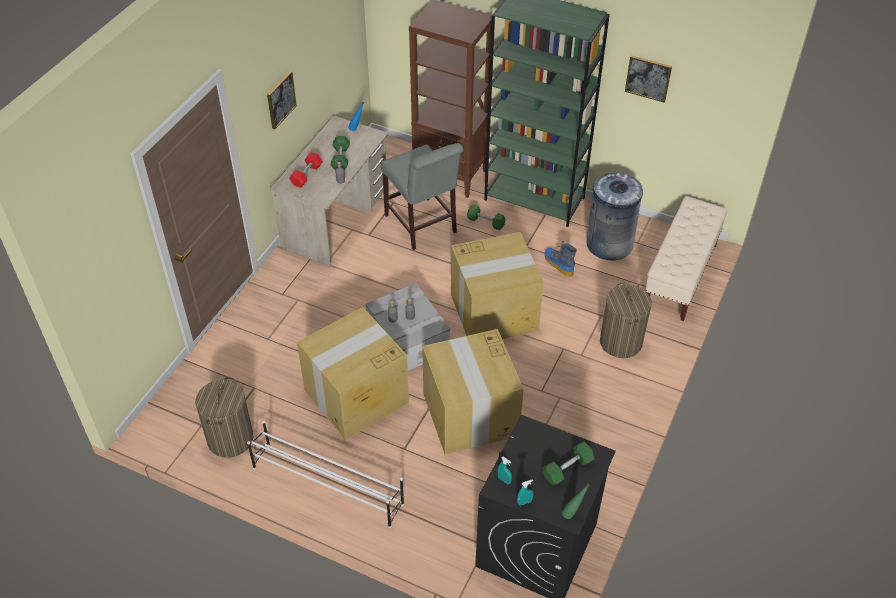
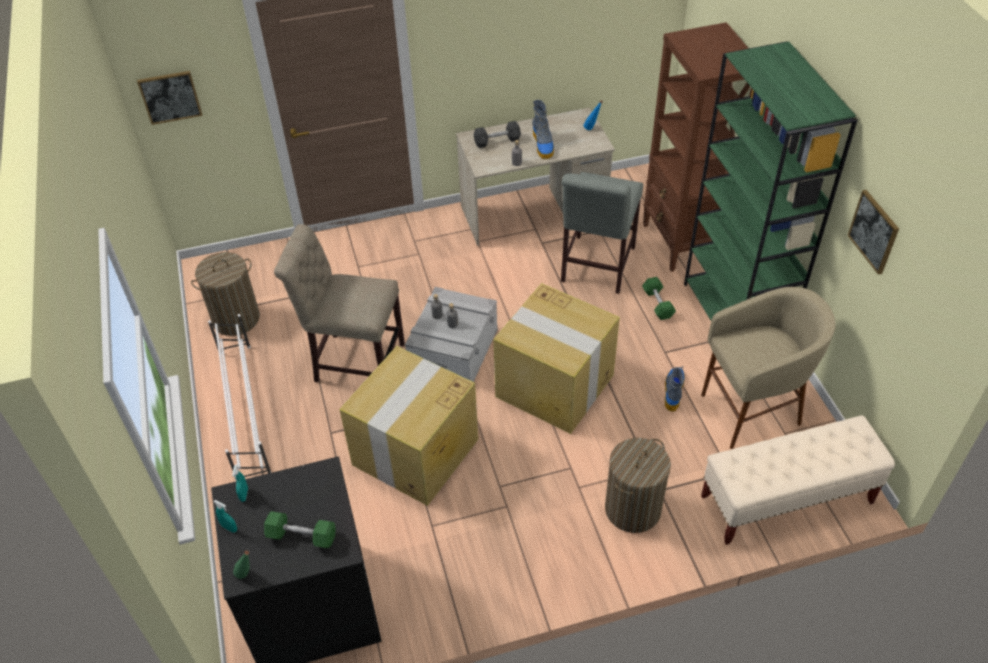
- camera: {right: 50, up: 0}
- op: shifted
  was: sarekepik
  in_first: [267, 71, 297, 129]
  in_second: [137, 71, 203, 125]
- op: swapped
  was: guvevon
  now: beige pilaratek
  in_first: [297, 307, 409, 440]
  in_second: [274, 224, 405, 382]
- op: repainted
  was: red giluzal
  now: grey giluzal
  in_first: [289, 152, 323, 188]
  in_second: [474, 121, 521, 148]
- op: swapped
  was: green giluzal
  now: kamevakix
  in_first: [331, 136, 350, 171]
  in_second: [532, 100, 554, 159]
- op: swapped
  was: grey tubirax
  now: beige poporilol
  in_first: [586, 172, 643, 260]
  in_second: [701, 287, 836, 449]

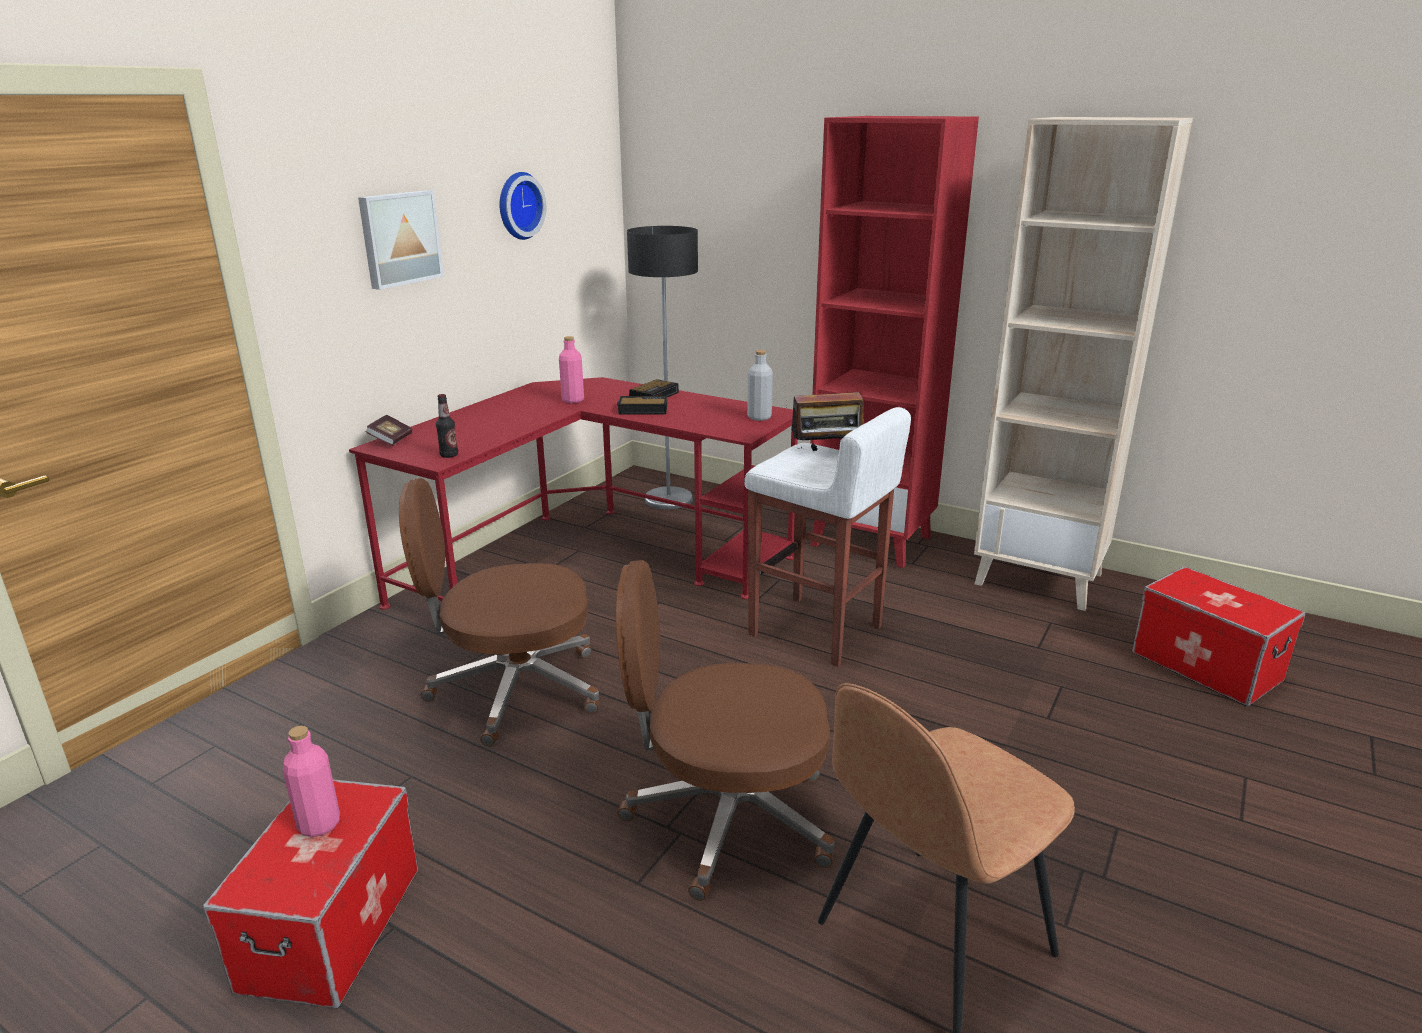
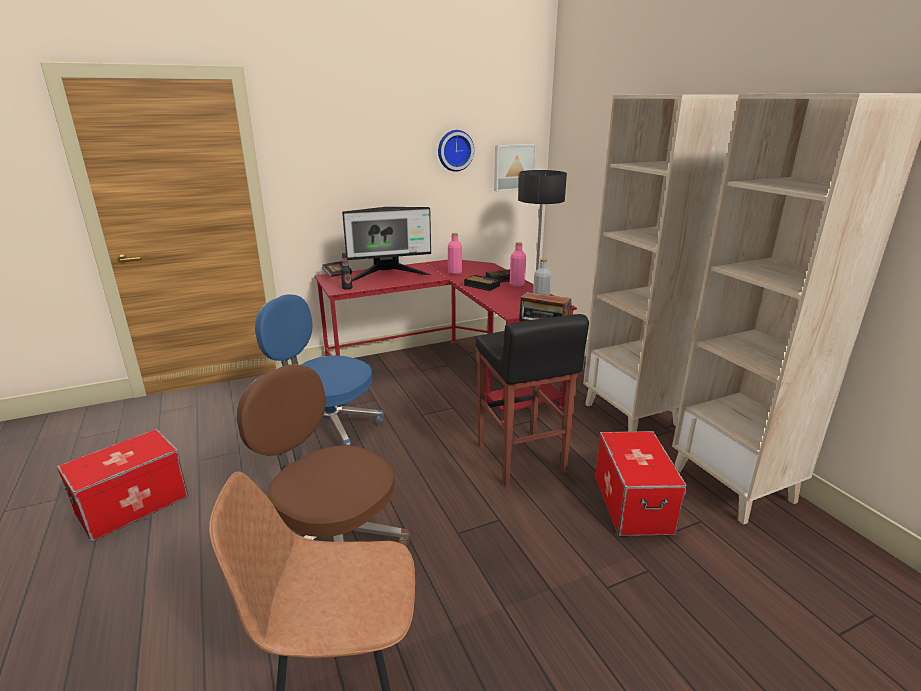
- camera: {right: 35, up: 0}
- op: repainted
  was: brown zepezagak
  now: blue zepezagak
  in_first: [399, 478, 599, 747]
  in_second: [255, 294, 384, 446]
- op: new
  now: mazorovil
  in_second: [342, 207, 433, 281]
- op: repainted
  was: white poporilol
  now: black poporilol
  in_first: [744, 407, 911, 667]
  in_second: [476, 314, 589, 487]
- op: shifted
  was: sarekepik
  in_first: [358, 190, 444, 290]
  in_second: [494, 144, 536, 192]
- op: shifted
  was: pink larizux
  in_first: [282, 726, 340, 837]
  in_second: [510, 242, 526, 287]
- op: repainted
  was: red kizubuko
  now: beige kizubuko
  in_first: [807, 116, 979, 568]
  in_second: [583, 94, 738, 431]
- op: shifted
  was: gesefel
  in_first: [1132, 567, 1306, 706]
  in_second: [595, 431, 687, 536]

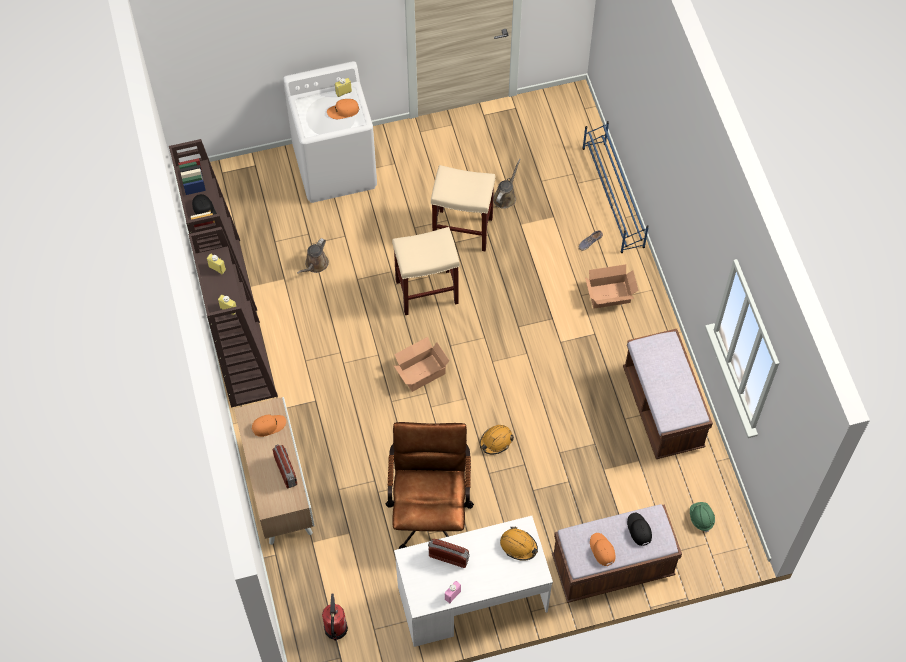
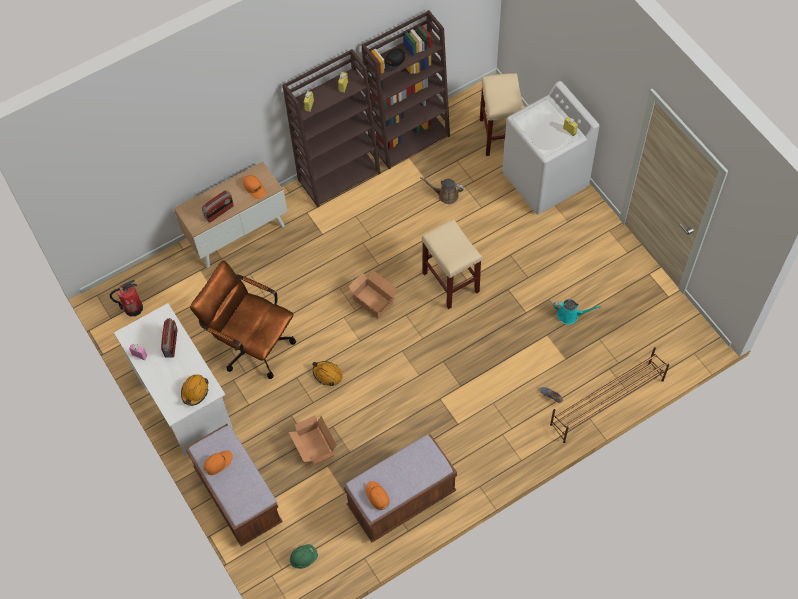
- camera: {right: 75, up: 0}
- op: rotated
  was: brown zepezagak
  in_first: [386, 422, 474, 549]
  in_second: [190, 260, 296, 379]
  clockwise: -135
- op: shifted
  was: guvevon
  in_first: [585, 264, 639, 309]
  in_second: [289, 415, 337, 466]
- op: shifted
  was: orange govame
  in_first: [327, 99, 360, 119]
  in_second: [365, 481, 390, 510]
- op: shifted
  was: beige poporilol
  in_first: [431, 165, 495, 251]
  in_second: [480, 73, 524, 156]
- op: repainted
  was: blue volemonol
  now: brown volemonol
  in_first: [582, 121, 649, 253]
  in_second: [550, 347, 670, 443]
- op: repainted
  was: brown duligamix
  now: turquoise duligamix
  in_first: [493, 159, 521, 209]
  in_second: [553, 299, 601, 324]
- op: gone
  was: black govame
  in_first: [627, 513, 652, 546]

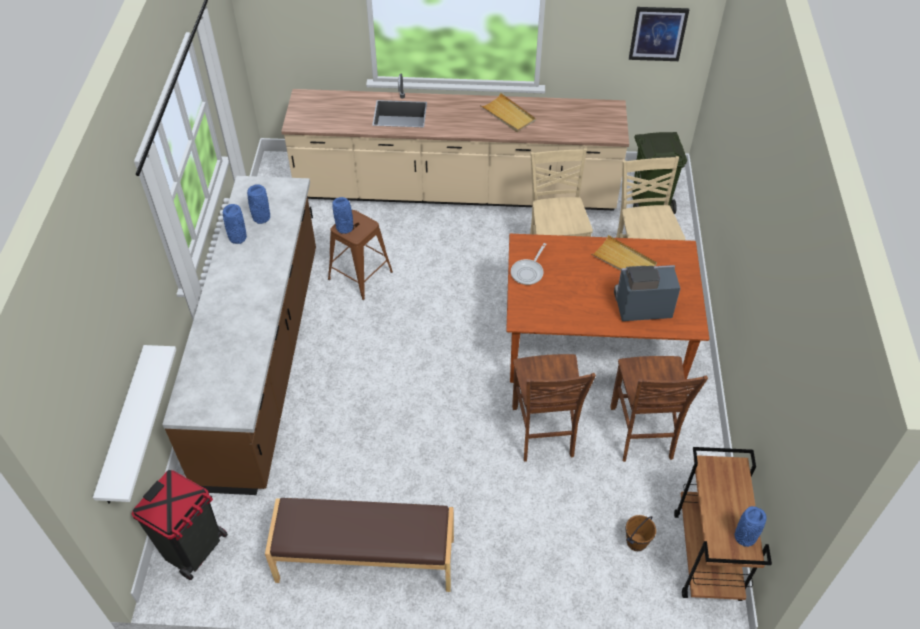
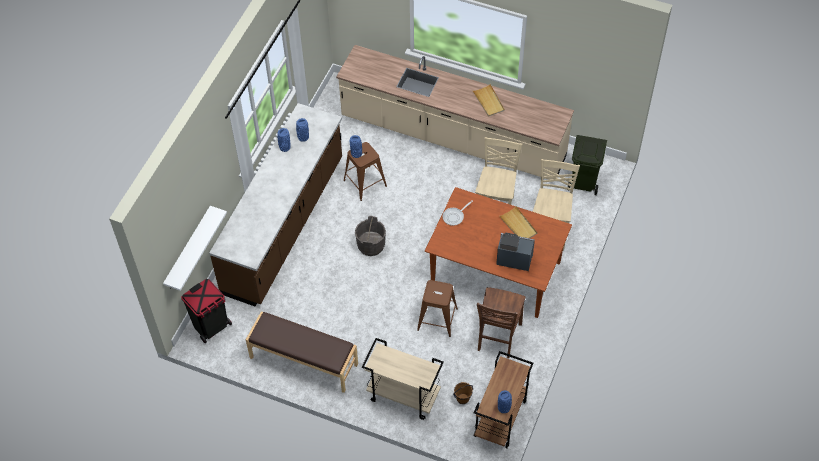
- camera: {right: 20, up: 5}
- op: new
  now: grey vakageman
  in_second: [355, 216, 386, 256]
- op: new
  now: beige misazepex
  in_second: [362, 338, 444, 420]
- op: swapped
  was: brown pilaratek
  now: brown poporilol
  in_first: [512, 354, 596, 462]
  in_second: [417, 280, 458, 337]
- op: gone
  was: sarekepik
  in_first: [629, 7, 689, 61]

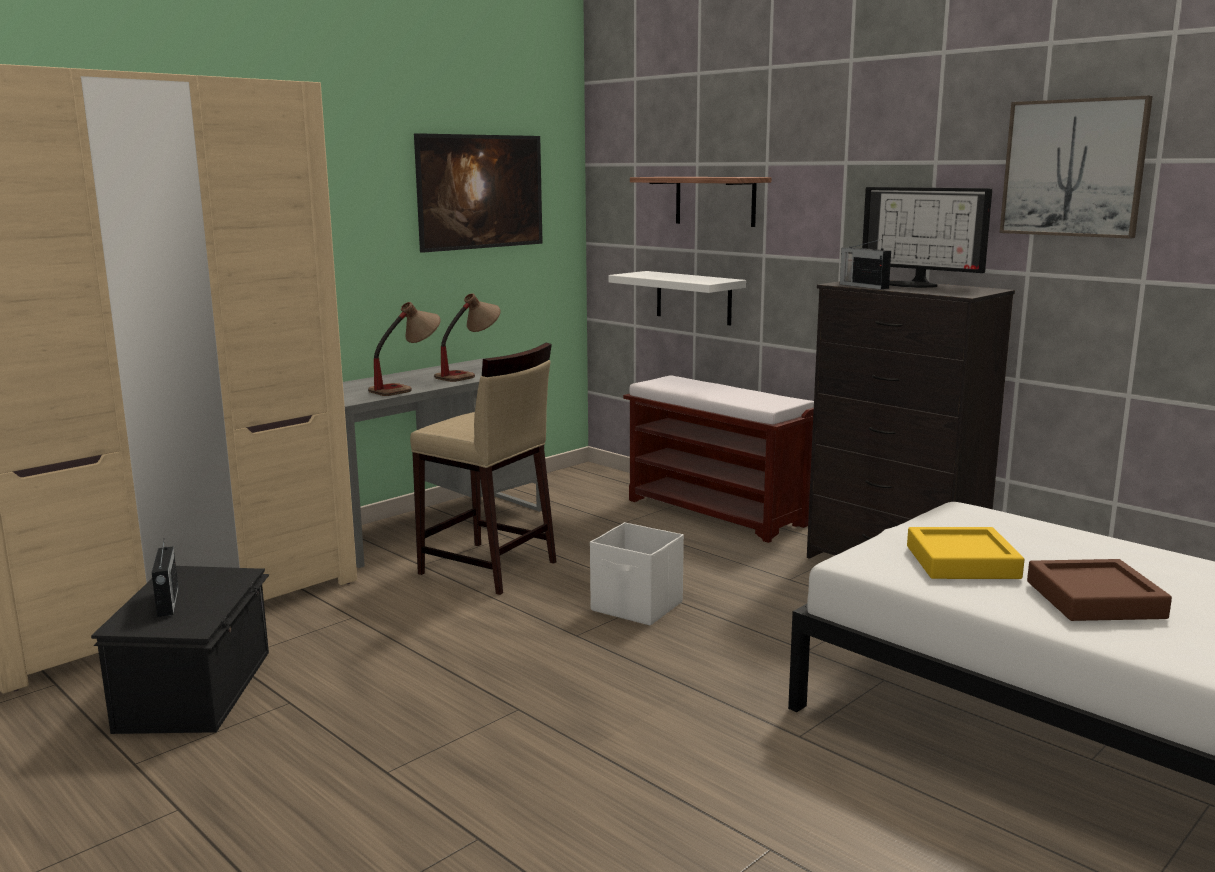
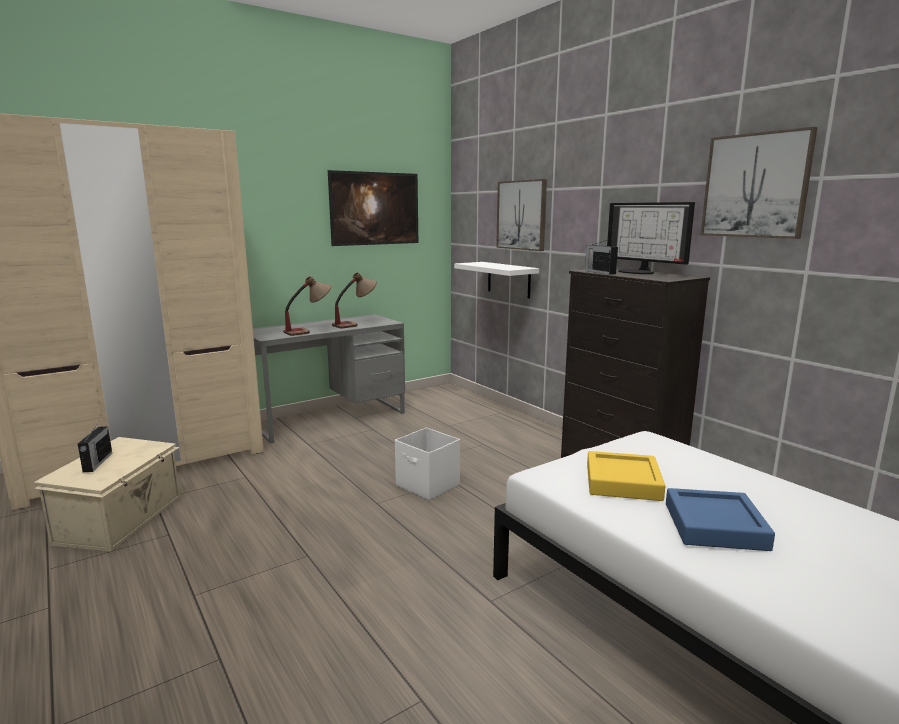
- camera: {right: 10, up: 0}
- op: repainted
  was: black gesefel
  now: beige gesefel
  in_first: [91, 566, 269, 734]
  in_second: [34, 437, 180, 552]
- op: swapped
  was: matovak
  now: sarekepik
  in_first: [630, 177, 772, 227]
  in_second: [496, 179, 547, 251]
- op: repainted
  was: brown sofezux
  now: blue sofezux
  in_first: [1027, 559, 1172, 621]
  in_second: [666, 488, 775, 551]
- op: gone
  was: beige poporilol
  in_first: [410, 342, 557, 595]
- op: gone
  was: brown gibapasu
  in_first: [623, 375, 814, 543]

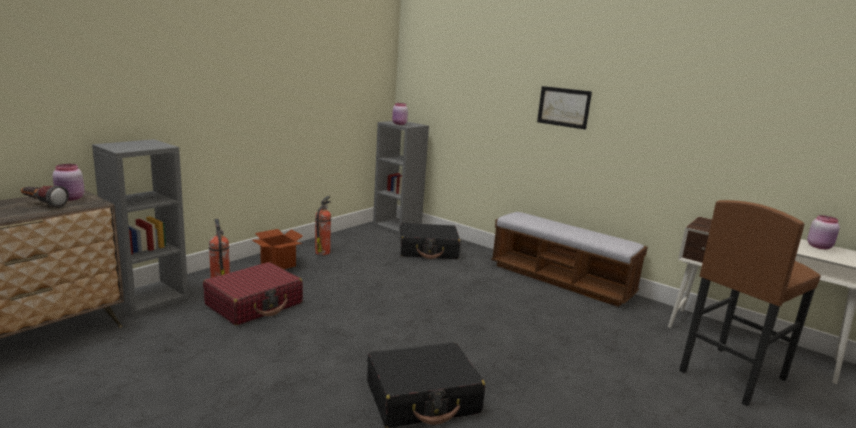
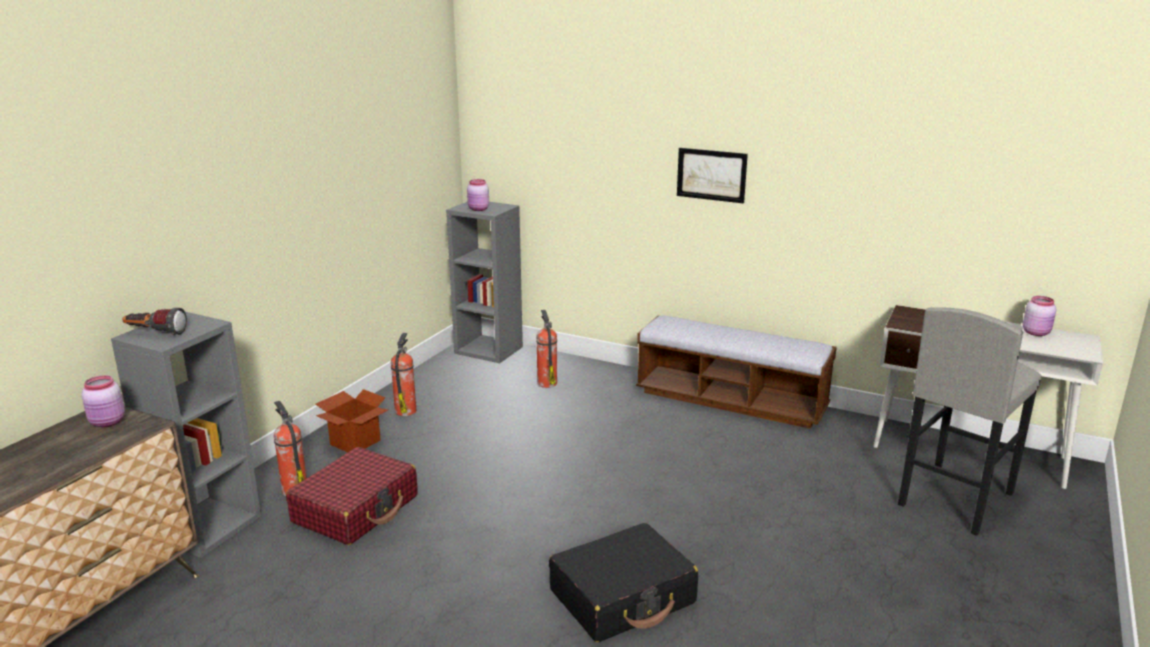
- camera: {right: -10, up: 5}
- op: shifted
  was: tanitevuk
  in_first: [21, 185, 69, 208]
  in_second: [122, 308, 187, 335]
- op: swapped
  was: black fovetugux
  now: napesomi
  in_first: [400, 223, 460, 259]
  in_second: [536, 310, 557, 388]
- op: repainted
  was: brown poporilol
  now: grey poporilol
  in_first: [679, 200, 821, 406]
  in_second: [898, 307, 1042, 536]

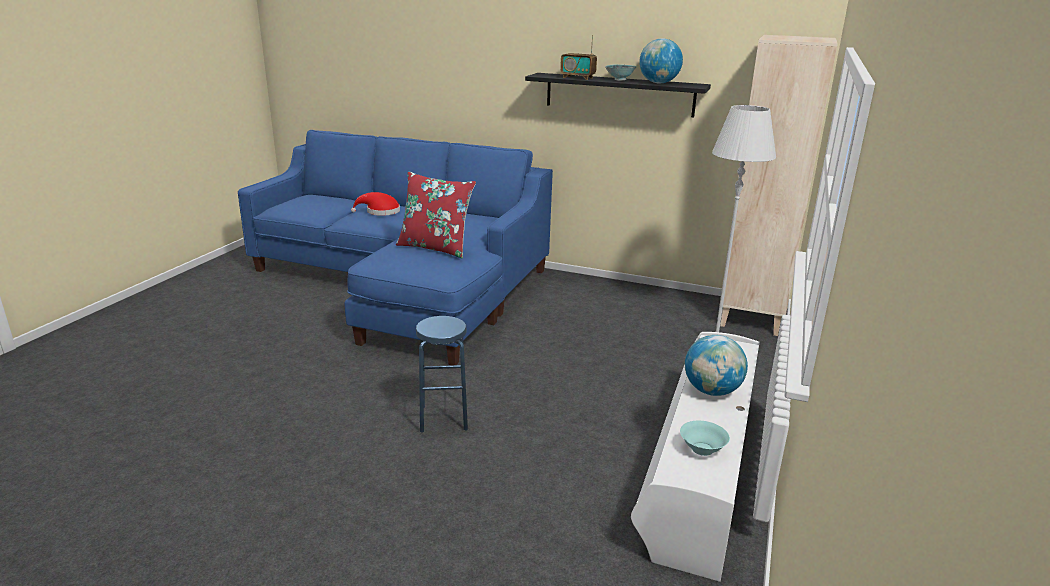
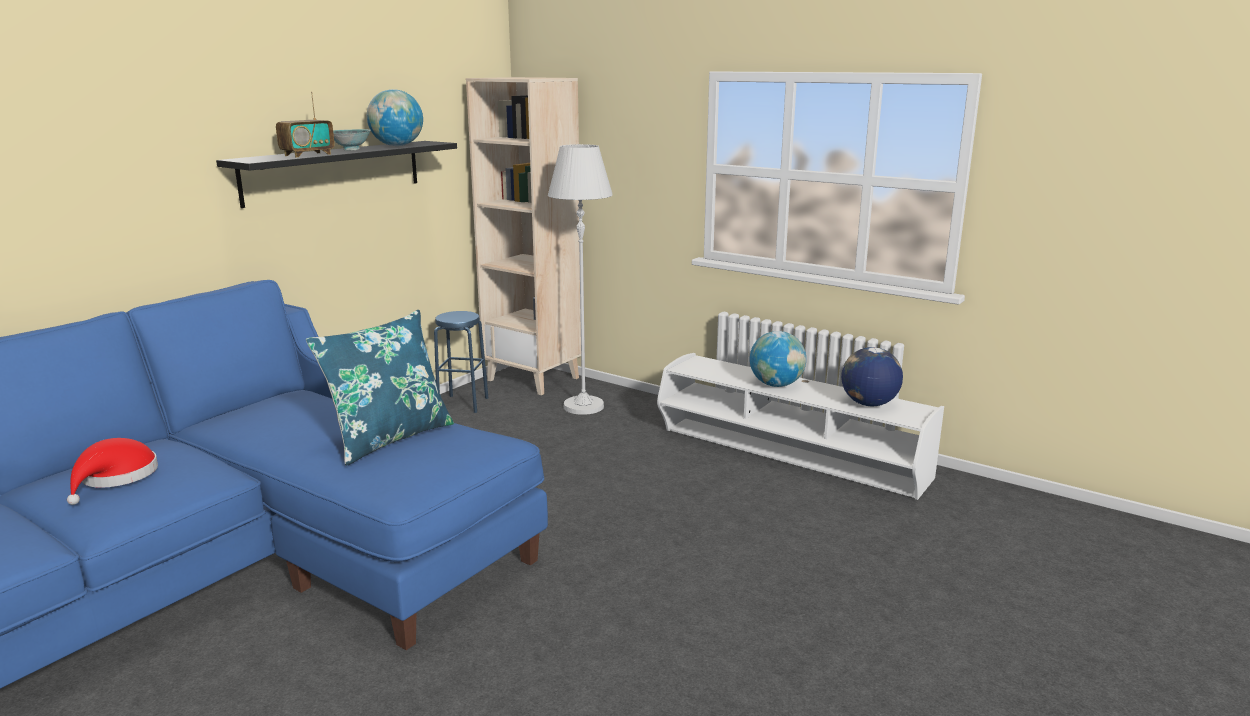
- camera: {right: -75, up: -5}
- op: repainted
  was: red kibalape
  now: blue kibalape
  in_first: [396, 171, 476, 259]
  in_second: [306, 310, 454, 466]
- op: shifted
  was: blue poporilol
  in_first: [416, 316, 468, 433]
  in_second: [434, 311, 488, 413]
- op: swapped
  was: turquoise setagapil
  now: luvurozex
  in_first: [680, 421, 730, 456]
  in_second: [841, 347, 903, 406]

